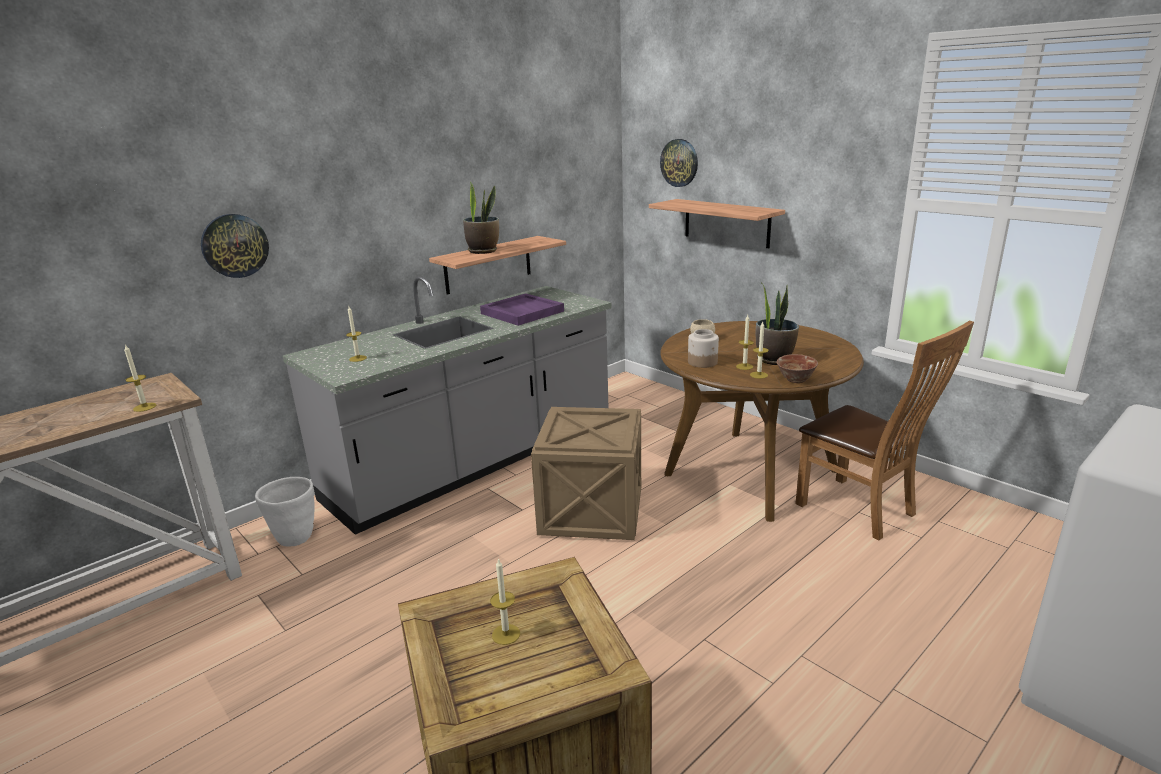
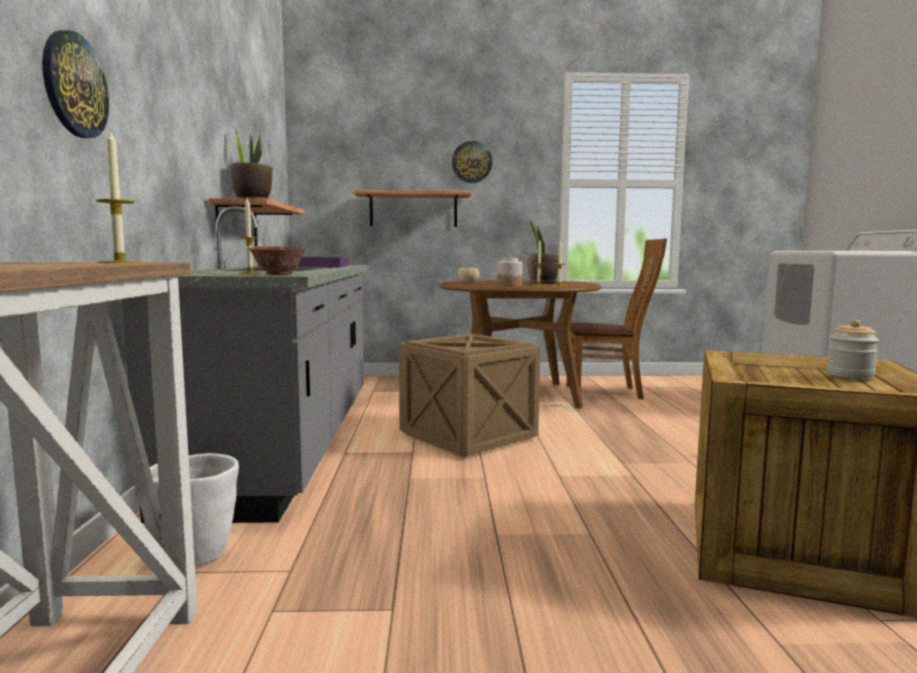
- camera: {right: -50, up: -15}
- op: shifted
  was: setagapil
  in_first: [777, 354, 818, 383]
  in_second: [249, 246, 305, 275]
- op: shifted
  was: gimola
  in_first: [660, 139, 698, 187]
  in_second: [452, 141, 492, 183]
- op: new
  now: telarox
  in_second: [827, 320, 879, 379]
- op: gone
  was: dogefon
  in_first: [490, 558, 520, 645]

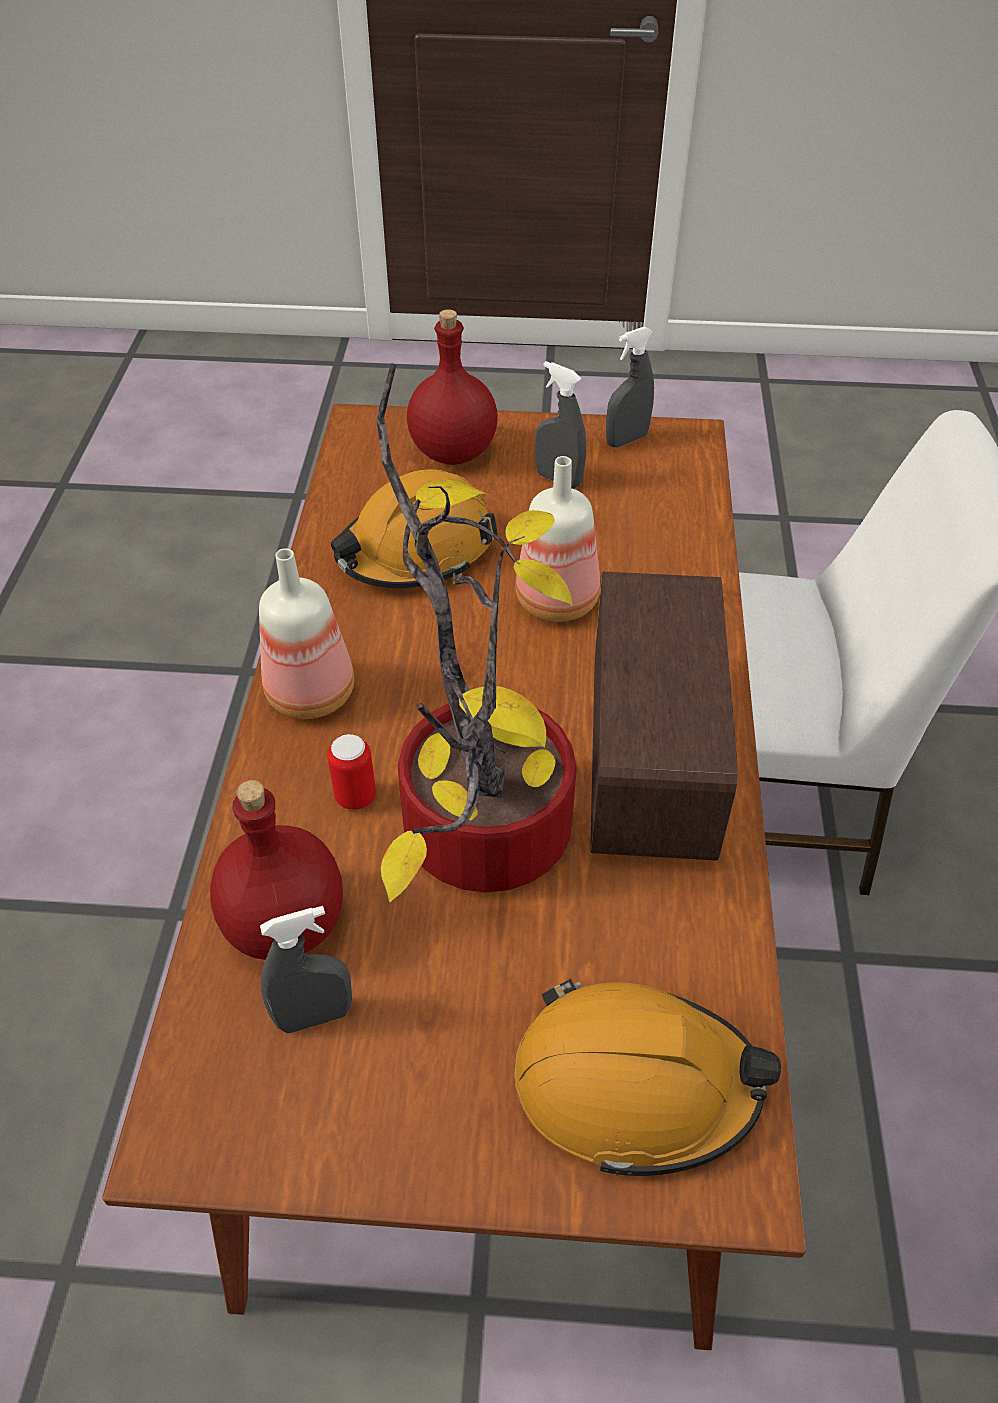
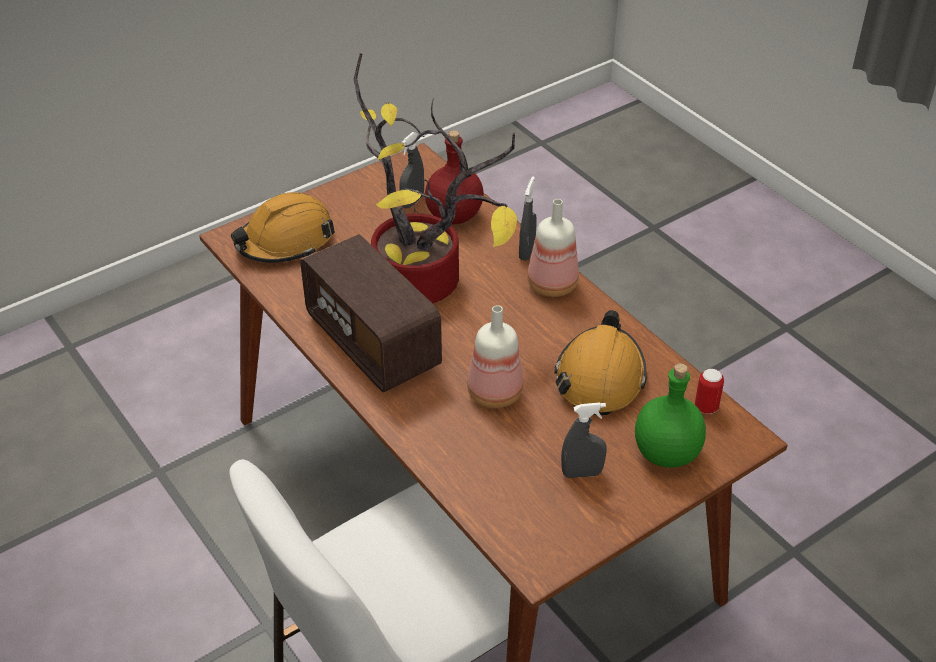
- camera: {right: 140, up: -5}
- op: shifted
  was: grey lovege
  in_first: [606, 327, 654, 447]
  in_second: [519, 176, 537, 261]
- op: repainted
  was: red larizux
  now: green larizux
  in_first: [407, 309, 498, 465]
  in_second: [635, 363, 706, 468]
- op: shifted
  was: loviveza
  in_first: [327, 734, 376, 810]
  in_second: [695, 369, 724, 414]

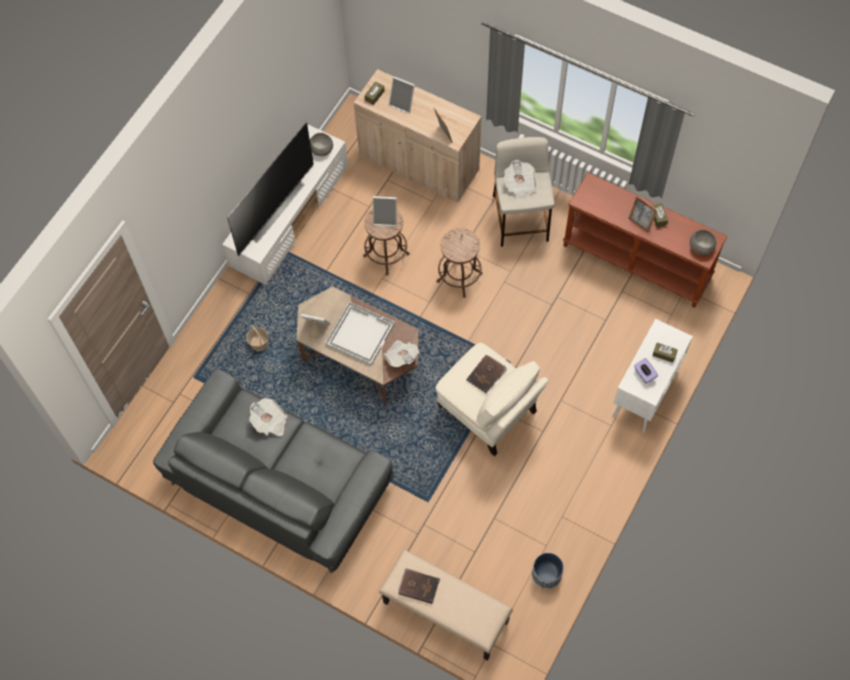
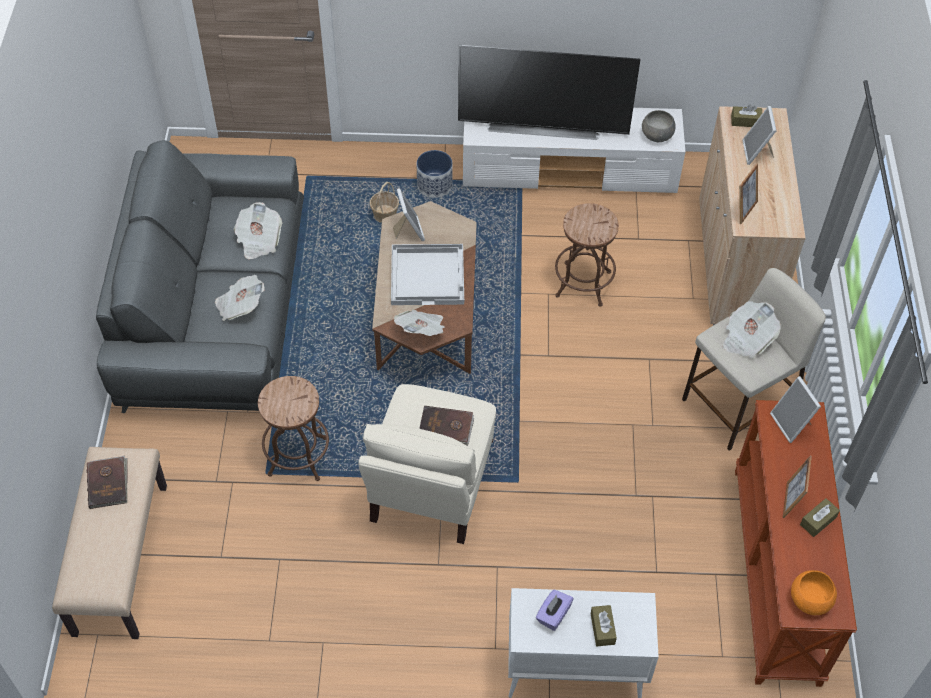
- camera: {right: 60, up: -10}
- op: new
  now: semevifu
  in_second: [215, 275, 265, 321]
- op: shifted
  was: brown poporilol
  in_first: [437, 228, 483, 298]
  in_second: [258, 376, 329, 481]
- op: shifted
  was: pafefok
  in_first: [532, 553, 564, 589]
  in_second: [417, 150, 453, 198]
- op: shifted
  was: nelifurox
  in_first: [373, 196, 397, 226]
  in_second: [770, 376, 821, 443]
- op: repainted
  was: grey setagapil
  now: orange setagapil
  in_first: [690, 230, 716, 255]
  in_second: [791, 570, 837, 615]

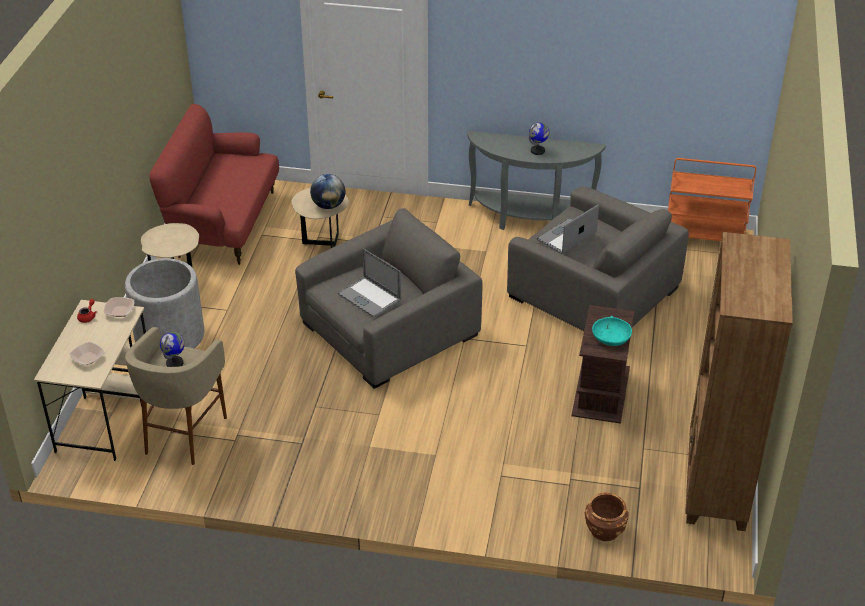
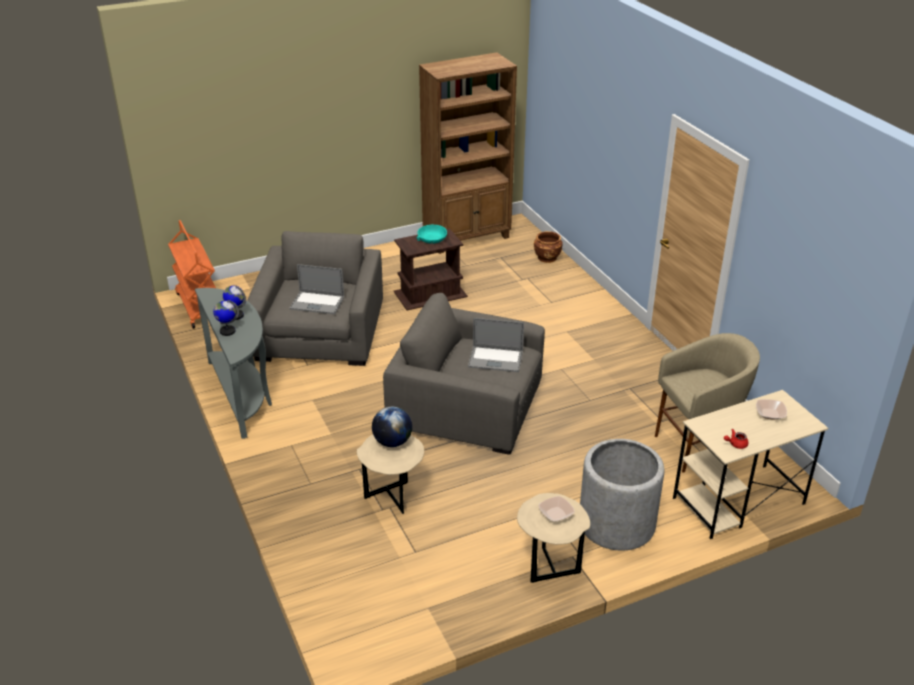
- camera: {right: -125, up: -5}
- op: shifted
  was: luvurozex
  in_first: [160, 332, 185, 367]
  in_second: [213, 300, 239, 336]
- op: rotated
  was: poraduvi
  in_first: [338, 248, 401, 318]
  in_second: [468, 318, 524, 372]
  clockwise: 90
- op: shifted
  was: setagapil
  in_first: [104, 297, 134, 317]
  in_second: [538, 496, 575, 521]
- op: gone
  was: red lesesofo
  in_first: [149, 104, 279, 265]

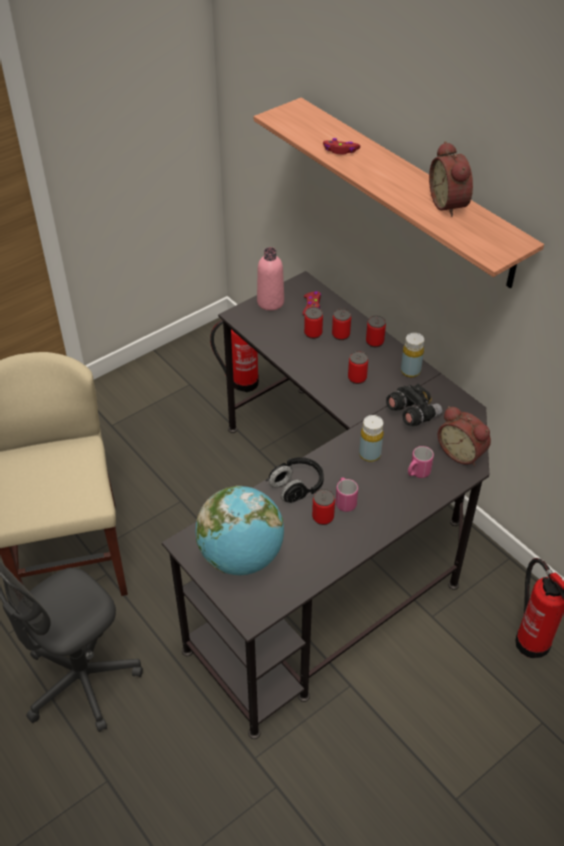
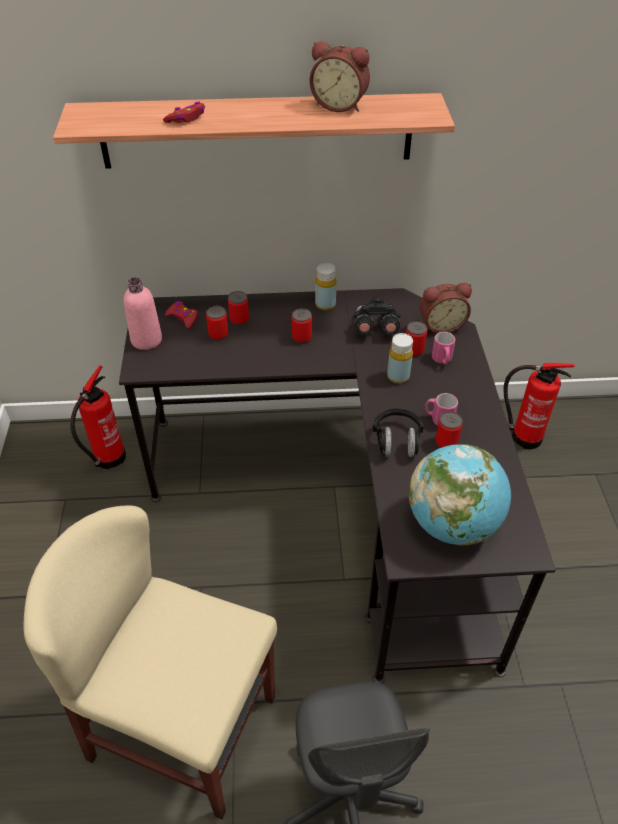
- camera: {right: -55, up: 0}
- op: shifted
  was: loviveza
  in_first: [366, 315, 386, 347]
  in_second: [406, 321, 427, 357]

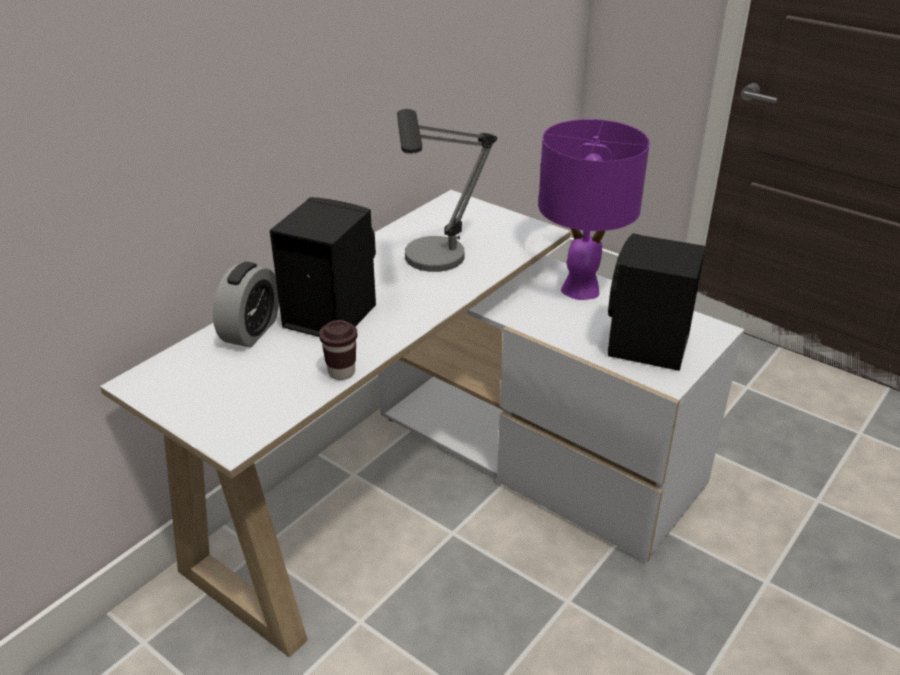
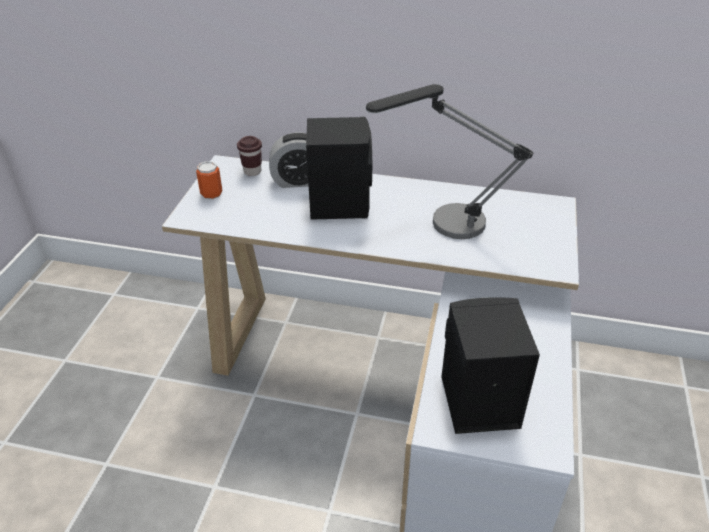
- camera: {right: 65, up: 5}
- op: new
  now: loviveza
  in_second: [196, 161, 223, 199]
- op: shifted
  was: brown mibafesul
  in_first: [319, 320, 358, 380]
  in_second: [237, 136, 262, 176]
- op: gone
  was: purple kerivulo
  in_first: [538, 119, 650, 300]

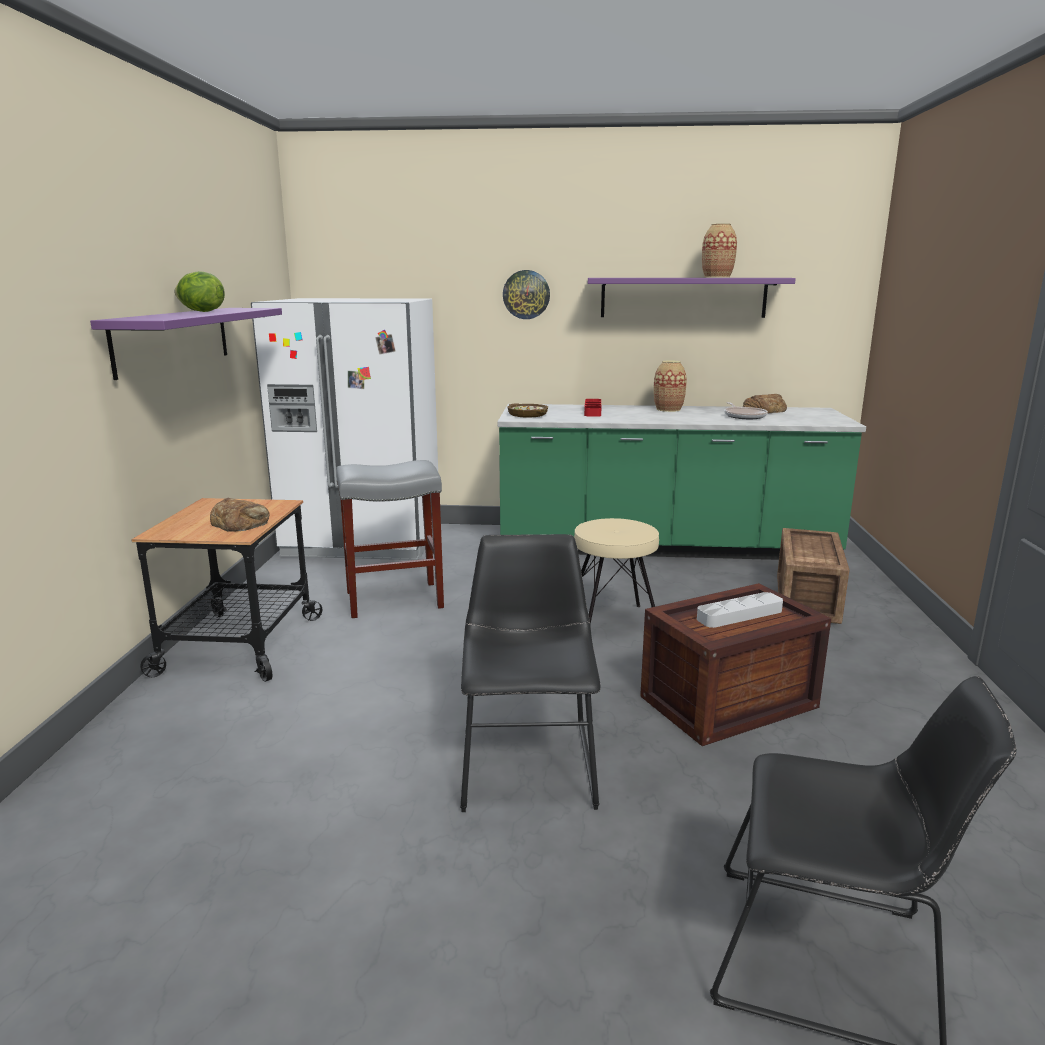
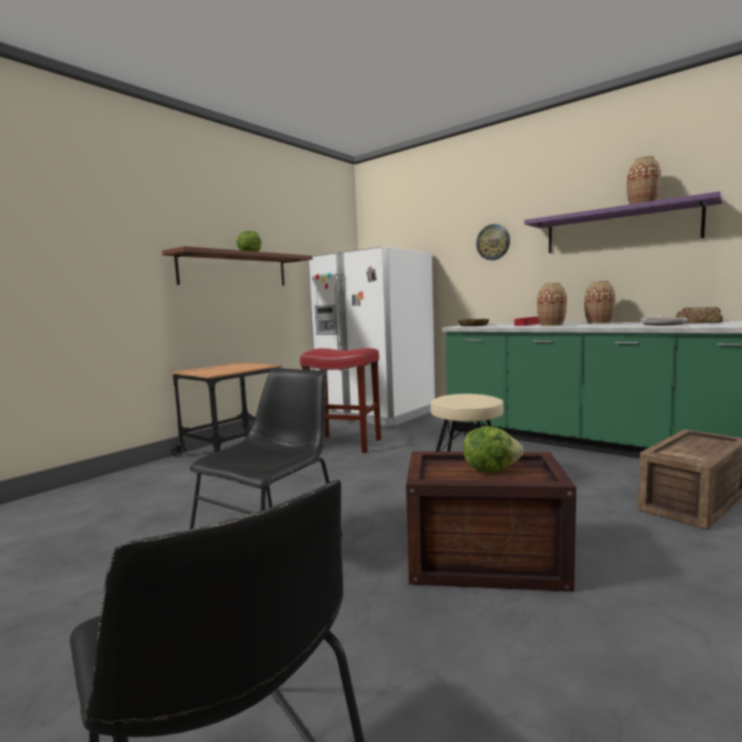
- camera: {right: 35, up: -10}
- op: repainted
  was: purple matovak
  now: brown matovak
  in_first: [90, 308, 282, 380]
  in_second: [162, 246, 313, 285]
- op: repainted
  was: grey poporilol
  now: red poporilol
  in_first: [336, 460, 444, 618]
  in_second: [300, 348, 381, 453]
- op: swapped
  was: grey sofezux
  now: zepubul
  in_first: [697, 592, 783, 628]
  in_second: [463, 426, 523, 473]
- op: new
  now: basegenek
  in_second: [537, 283, 567, 326]
- op: gone
  was: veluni
  in_first: [210, 498, 270, 532]

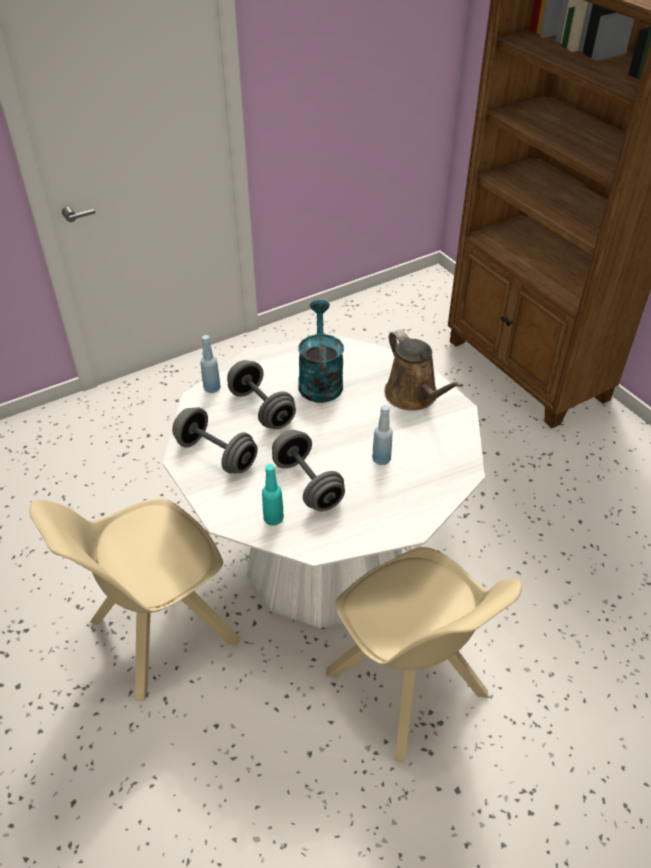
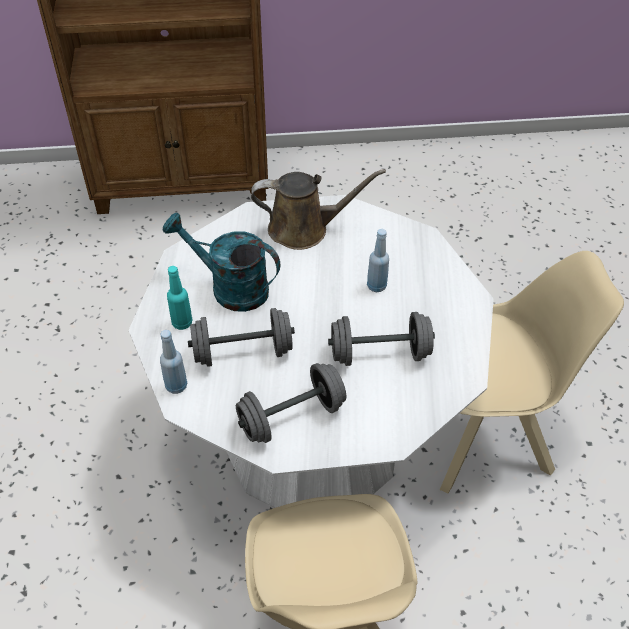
- camera: {right: -65, up: 5}
- op: shifted
  was: turquoise larizux
  in_first: [262, 464, 284, 526]
  in_second: [167, 266, 192, 330]

